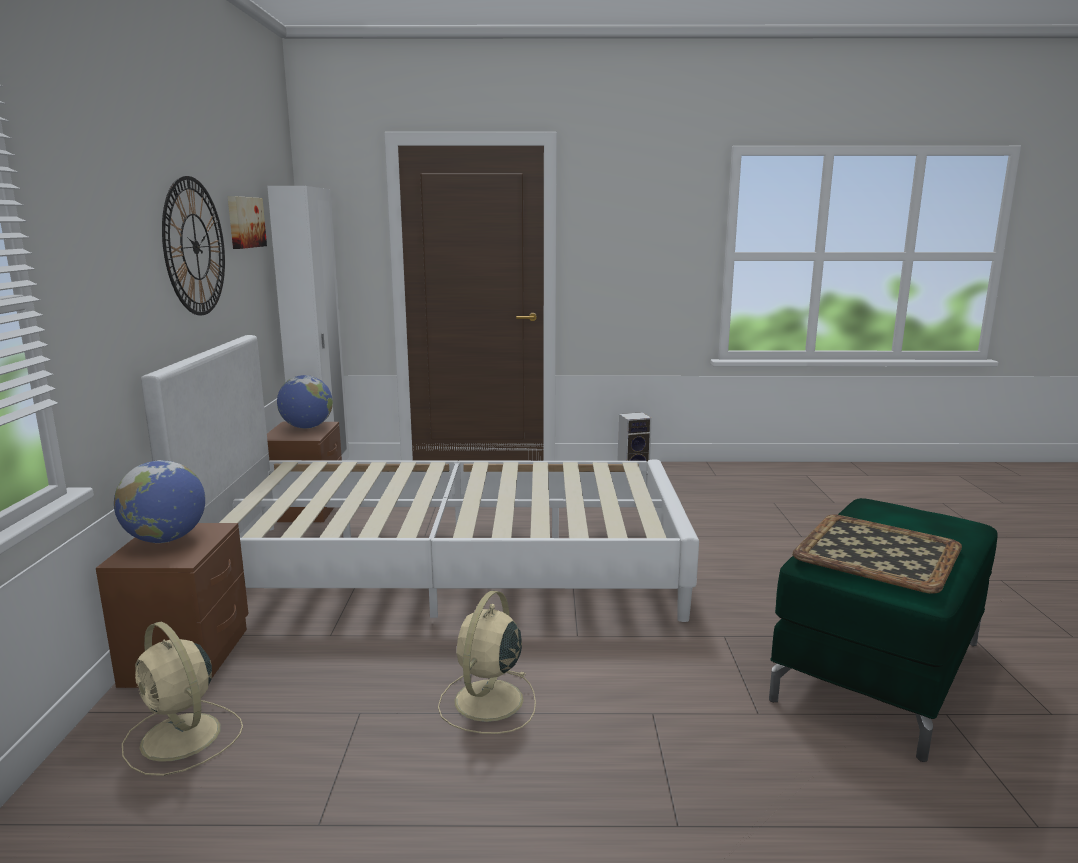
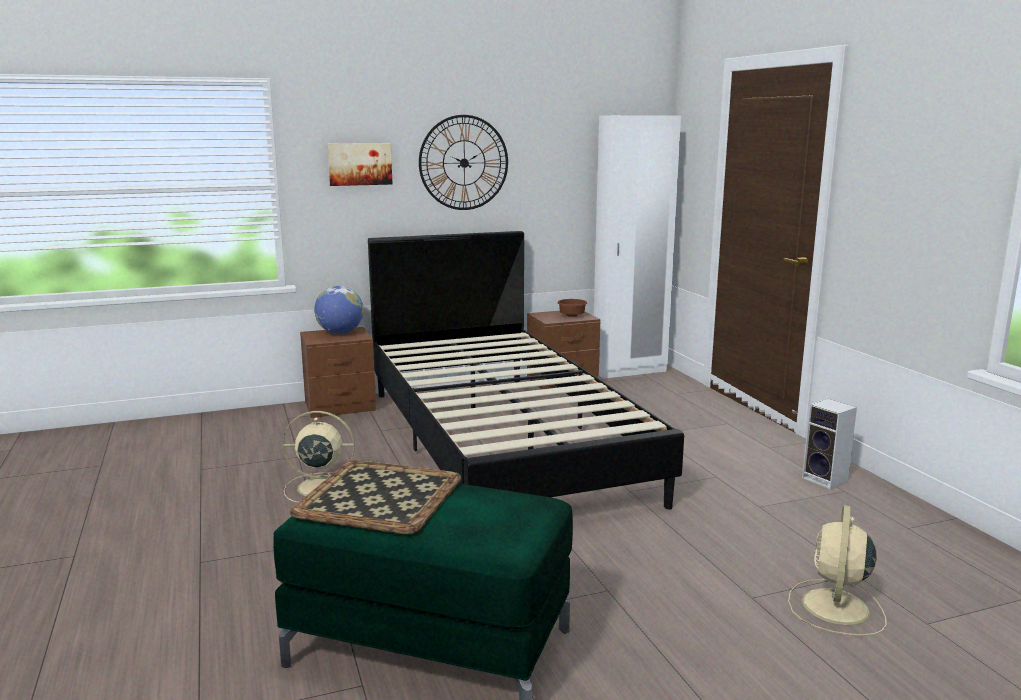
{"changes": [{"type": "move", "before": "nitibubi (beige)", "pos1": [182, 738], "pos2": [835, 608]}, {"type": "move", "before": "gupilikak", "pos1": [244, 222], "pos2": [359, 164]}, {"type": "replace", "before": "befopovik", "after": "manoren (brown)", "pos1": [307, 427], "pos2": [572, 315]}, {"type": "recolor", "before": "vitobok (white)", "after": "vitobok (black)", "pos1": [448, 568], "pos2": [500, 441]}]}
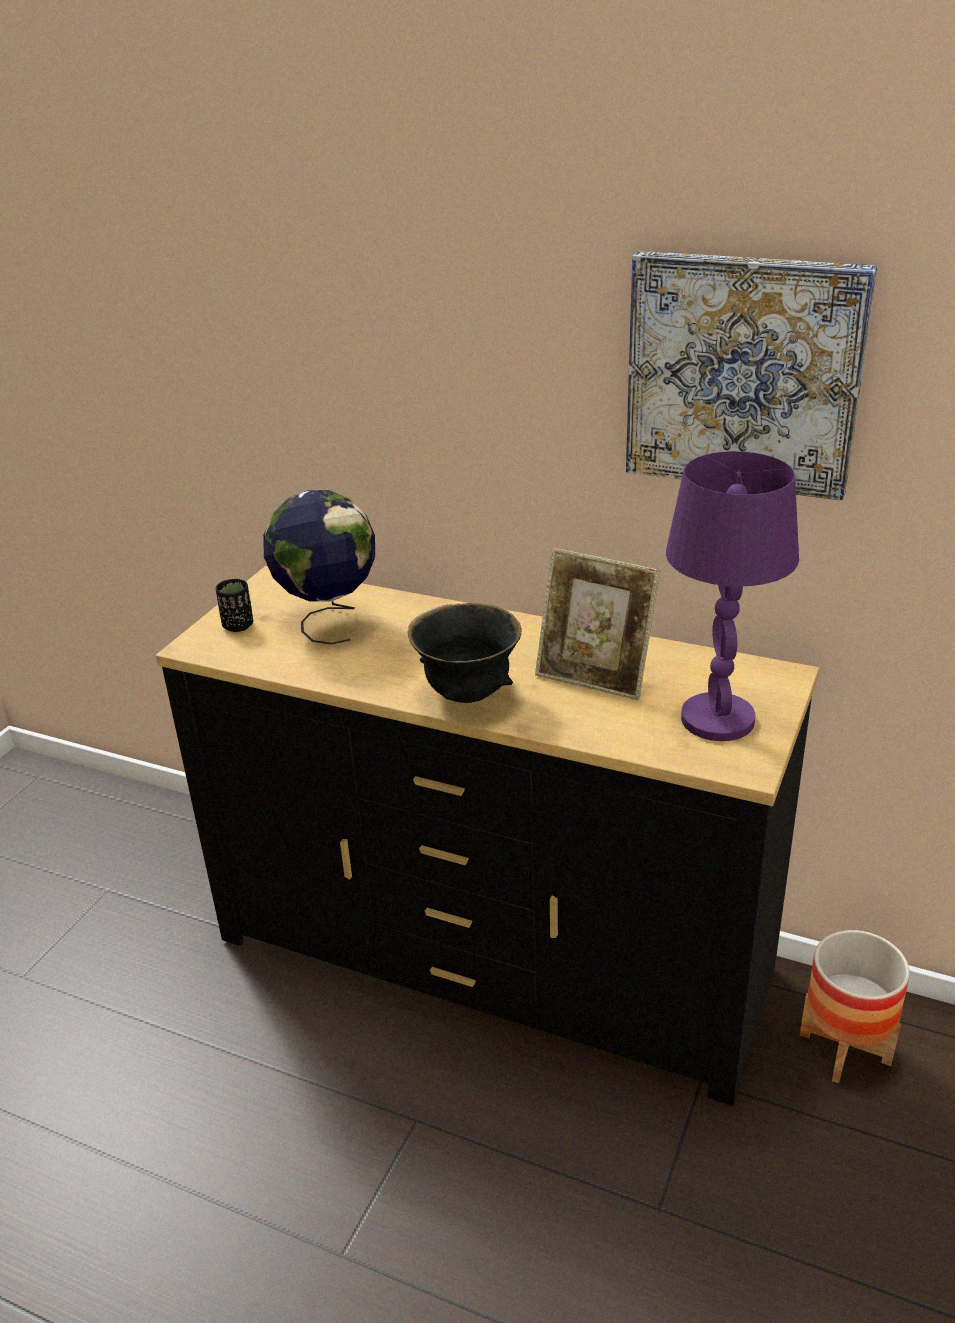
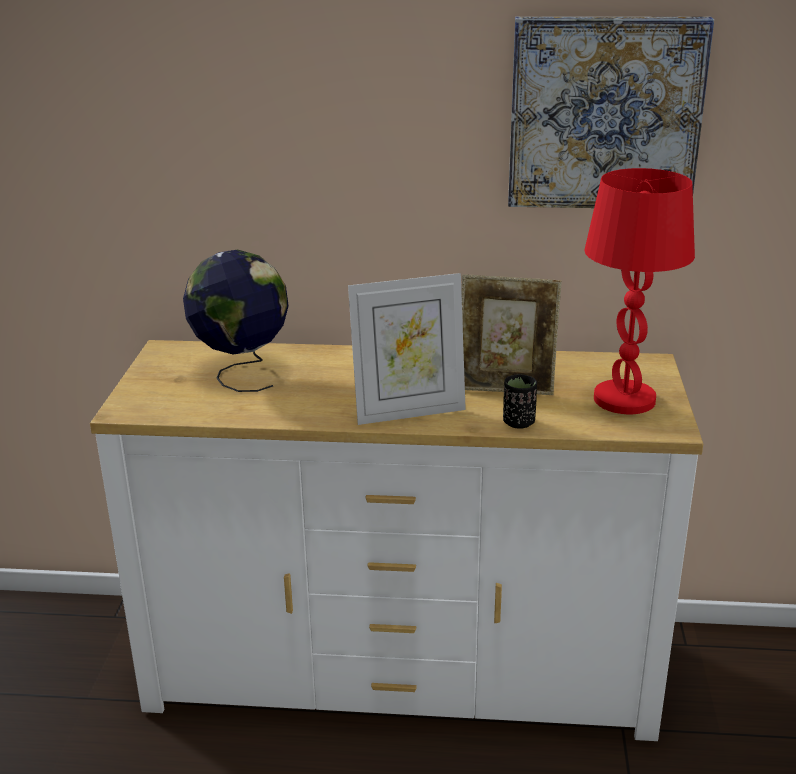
{"changes": [{"type": "delete", "before": "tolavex", "pos1": [844, 1048]}, {"type": "move", "before": "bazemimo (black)", "pos1": [238, 626], "pos2": [518, 422]}, {"type": "replace", "before": "manoren (black)", "after": "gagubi", "pos1": [468, 695], "pos2": [409, 411]}, {"type": "recolor", "before": "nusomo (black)", "after": "nusomo (white)", "pos1": [492, 953], "pos2": [401, 668]}, {"type": "recolor", "before": "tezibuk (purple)", "after": "tezibuk (red)", "pos1": [718, 720], "pos2": [625, 399]}]}
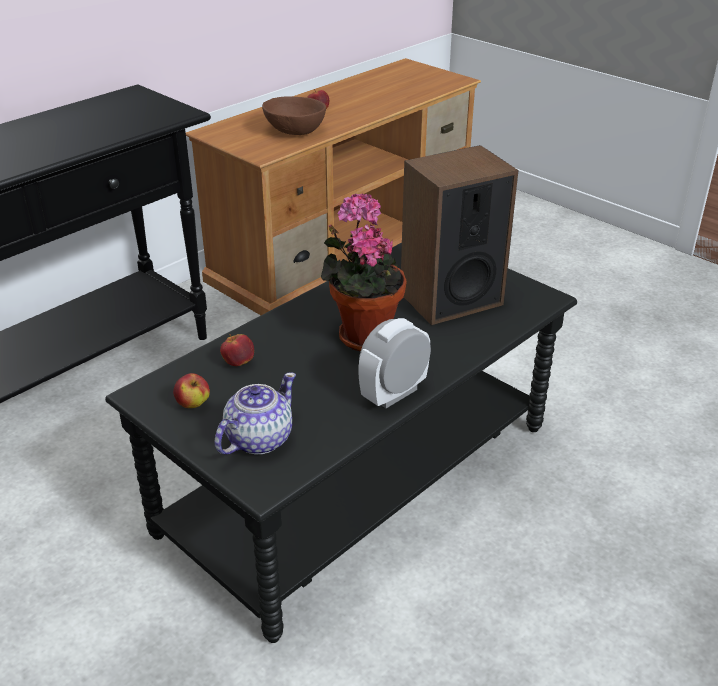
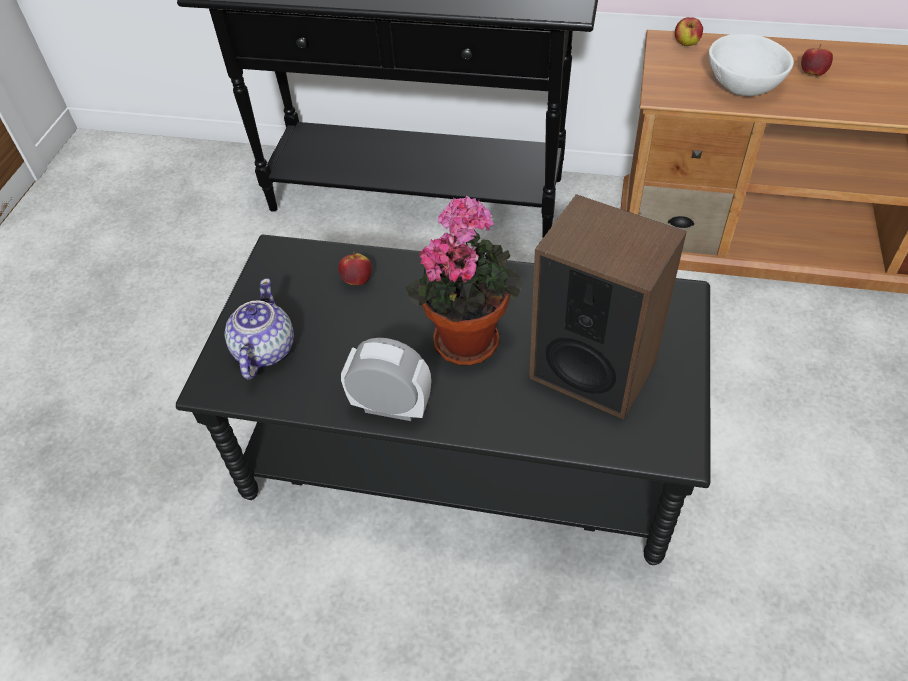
{"changes": [{"type": "move", "before": "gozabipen", "pos1": [193, 404], "pos2": [686, 44]}, {"type": "recolor", "before": "manoren (brown)", "after": "manoren (white)", "pos1": [295, 131], "pos2": [742, 85]}, {"type": "rotate", "before": "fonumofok", "pos1": [258, 439], "pos2": [264, 351], "turn": -90}]}
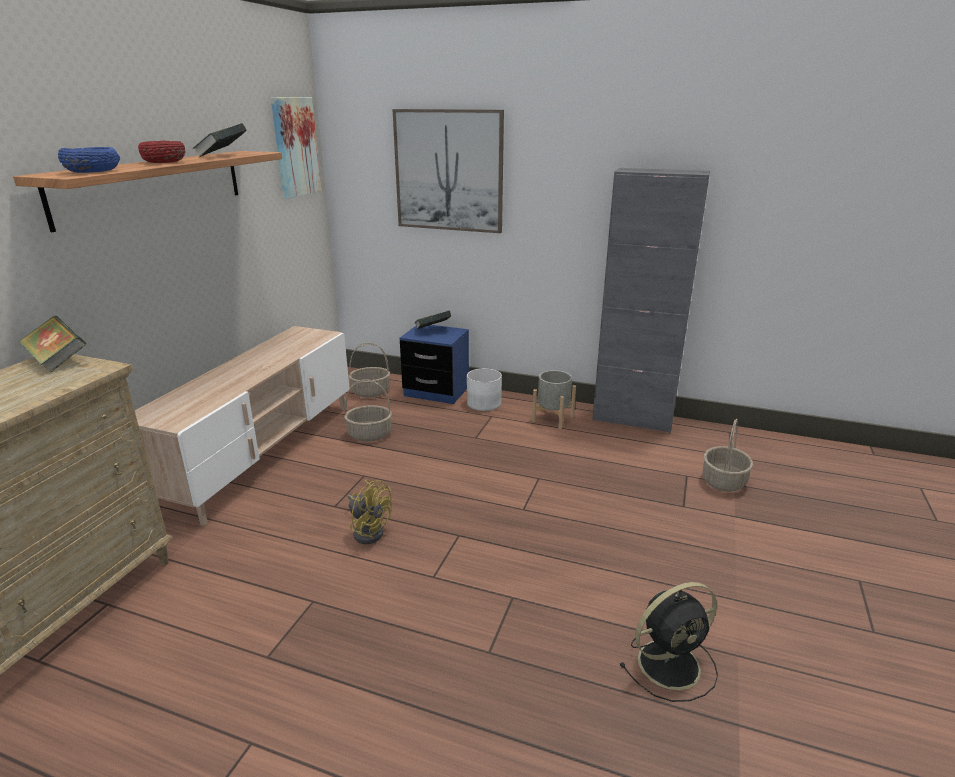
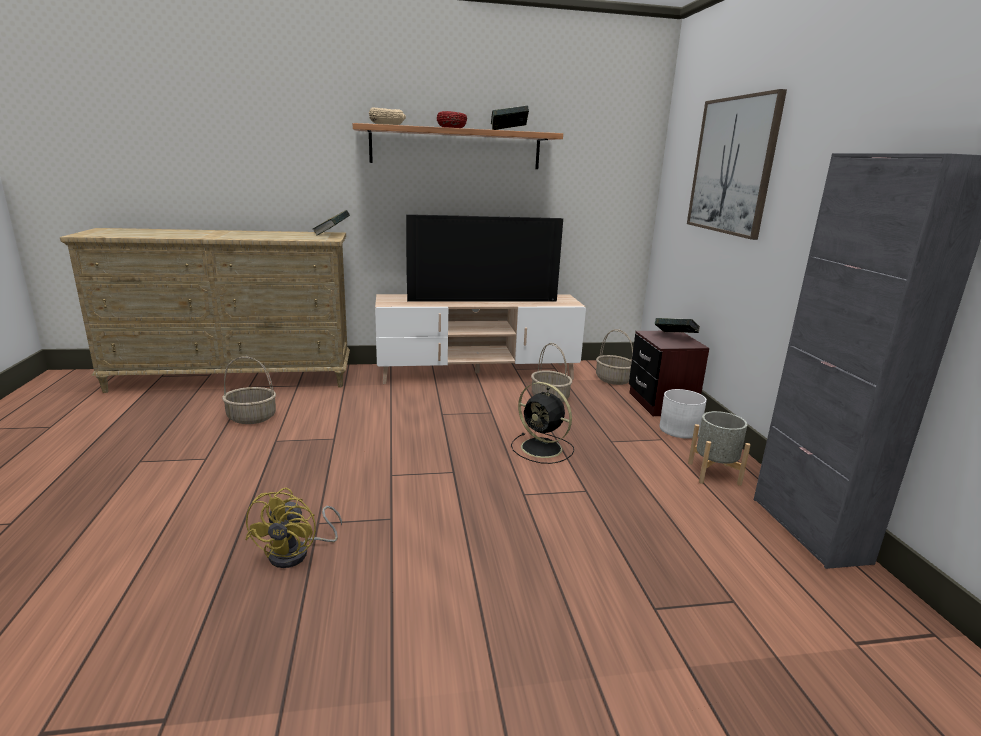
{"changes": [{"type": "delete", "before": "gupilikak", "pos1": [295, 147]}, {"type": "insert", "after": "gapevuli", "pos2": [482, 299]}, {"type": "move", "before": "nitibubi (yellow)", "pos1": [368, 530], "pos2": [297, 553]}, {"type": "move", "before": "nitibubi (black)", "pos1": [671, 663], "pos2": [543, 448]}, {"type": "move", "before": "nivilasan", "pos1": [724, 482], "pos2": [251, 418]}, {"type": "recolor", "before": "manoren (blue)", "after": "manoren (beige)", "pos1": [92, 171], "pos2": [386, 124]}, {"type": "recolor", "before": "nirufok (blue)", "after": "nirufok (brown)", "pos1": [436, 391], "pos2": [661, 403]}]}
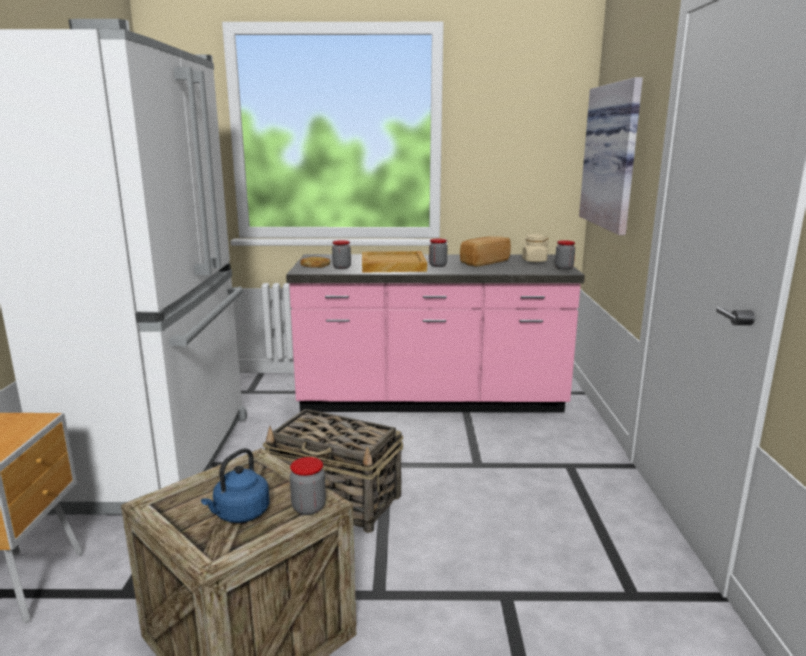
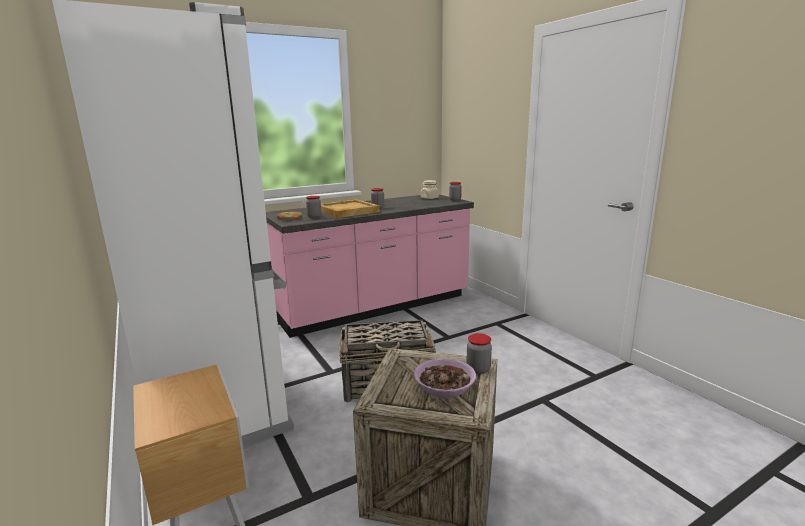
{"changes": [{"type": "delete", "before": "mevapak", "pos1": [483, 262]}, {"type": "delete", "before": "gupilikak", "pos1": [614, 156]}, {"type": "replace", "before": "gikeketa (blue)", "after": "manoren", "pos1": [240, 514], "pos2": [445, 387]}]}
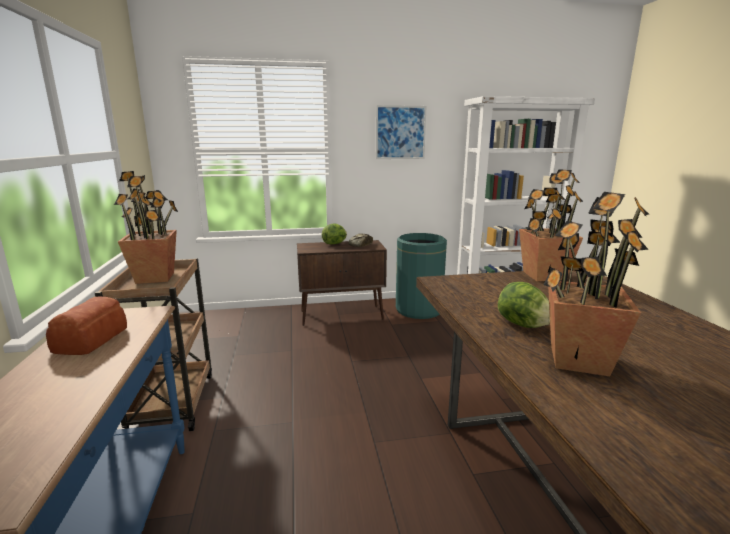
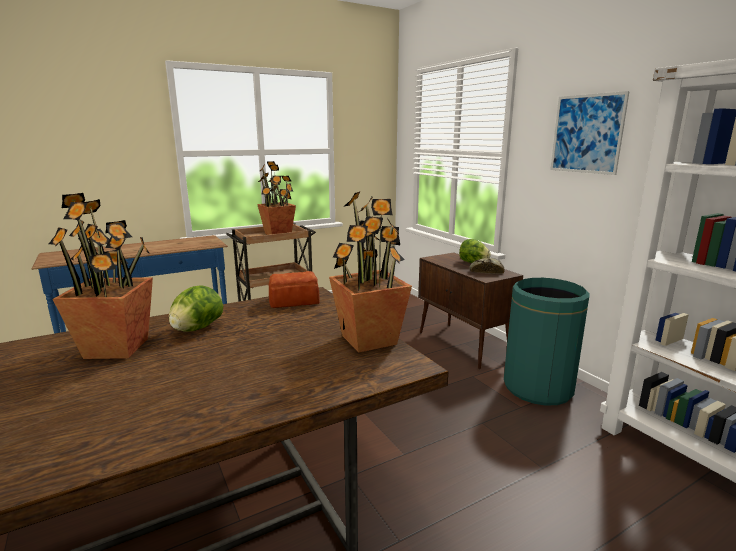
{"changes": [{"type": "move", "before": "mevapak", "pos1": [93, 339], "pos2": [295, 301]}]}
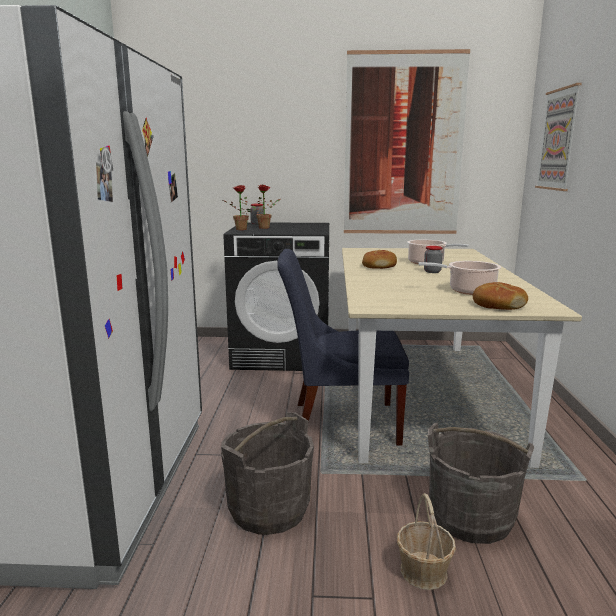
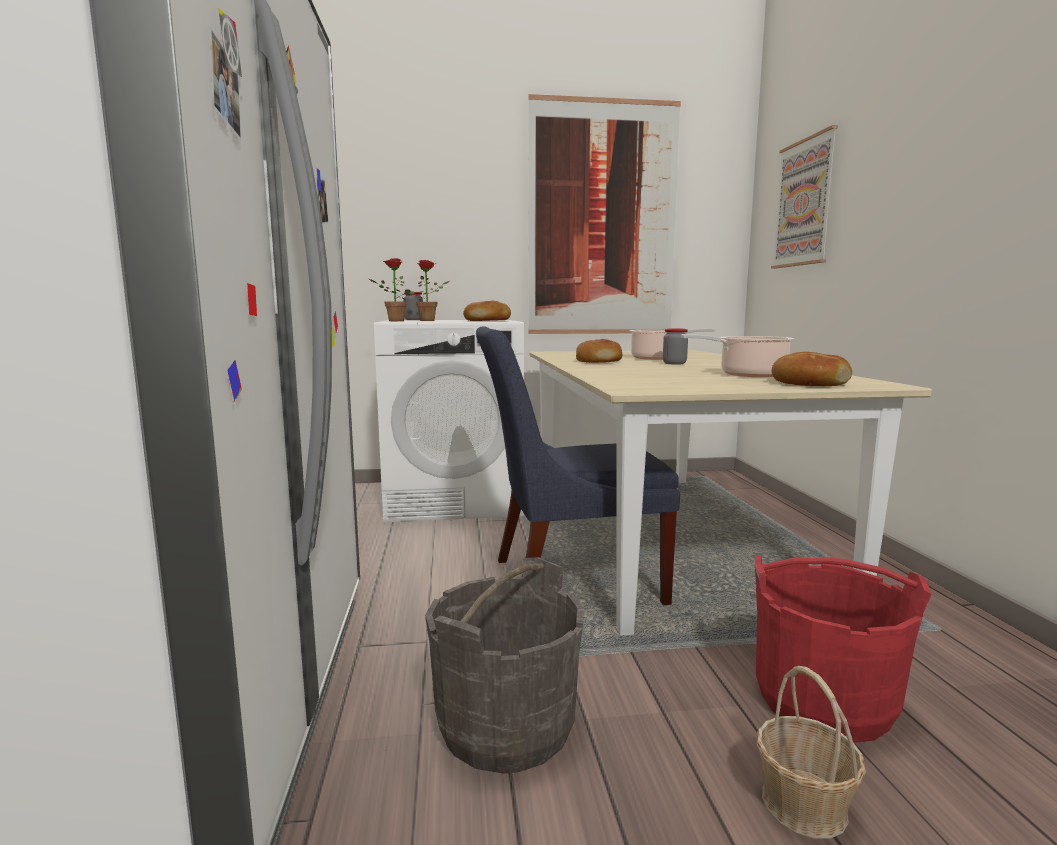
{"changes": [{"type": "insert", "after": "mevapak", "pos2": [488, 321]}, {"type": "recolor", "before": "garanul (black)", "after": "garanul (white)", "pos1": [283, 354], "pos2": [455, 499]}, {"type": "recolor", "before": "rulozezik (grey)", "after": "rulozezik (red)", "pos1": [470, 517], "pos2": [823, 701]}]}
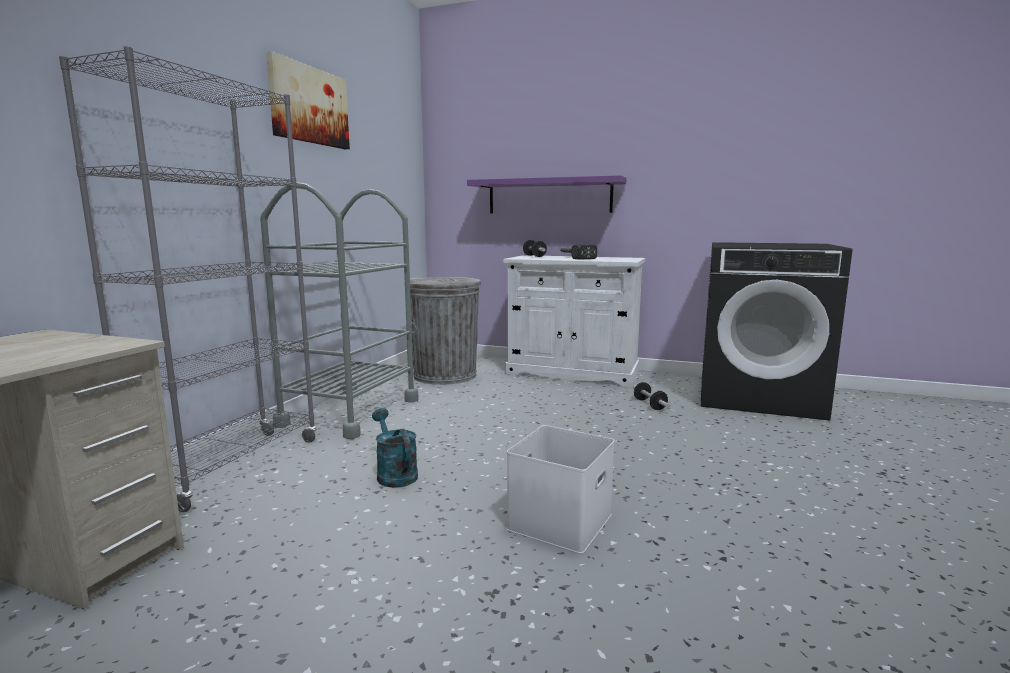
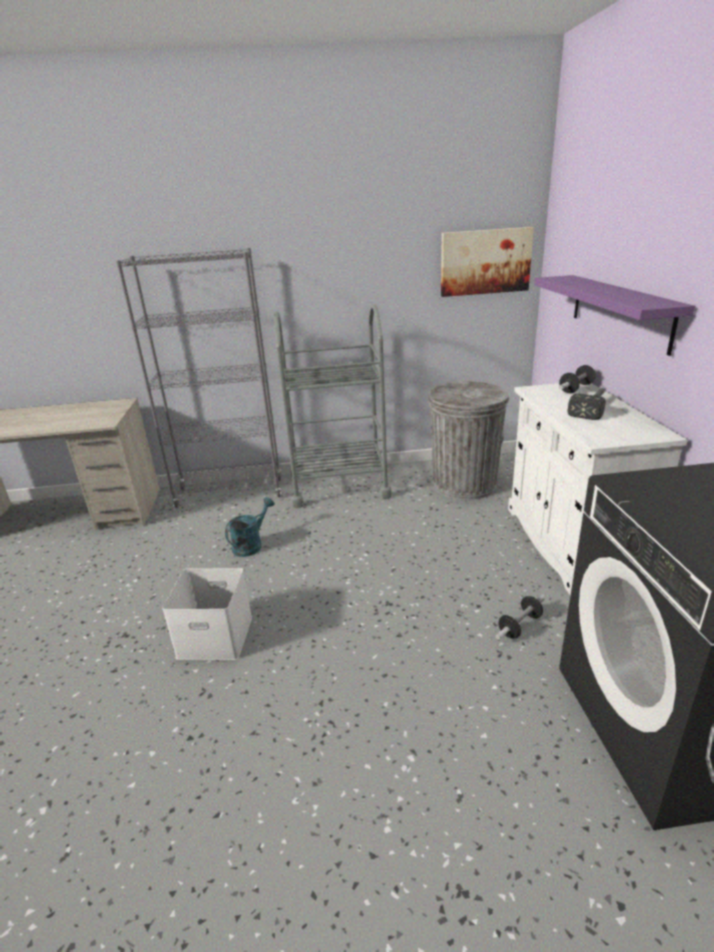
{"changes": [{"type": "move", "before": "gupilikak", "pos1": [309, 105], "pos2": [485, 262]}]}
